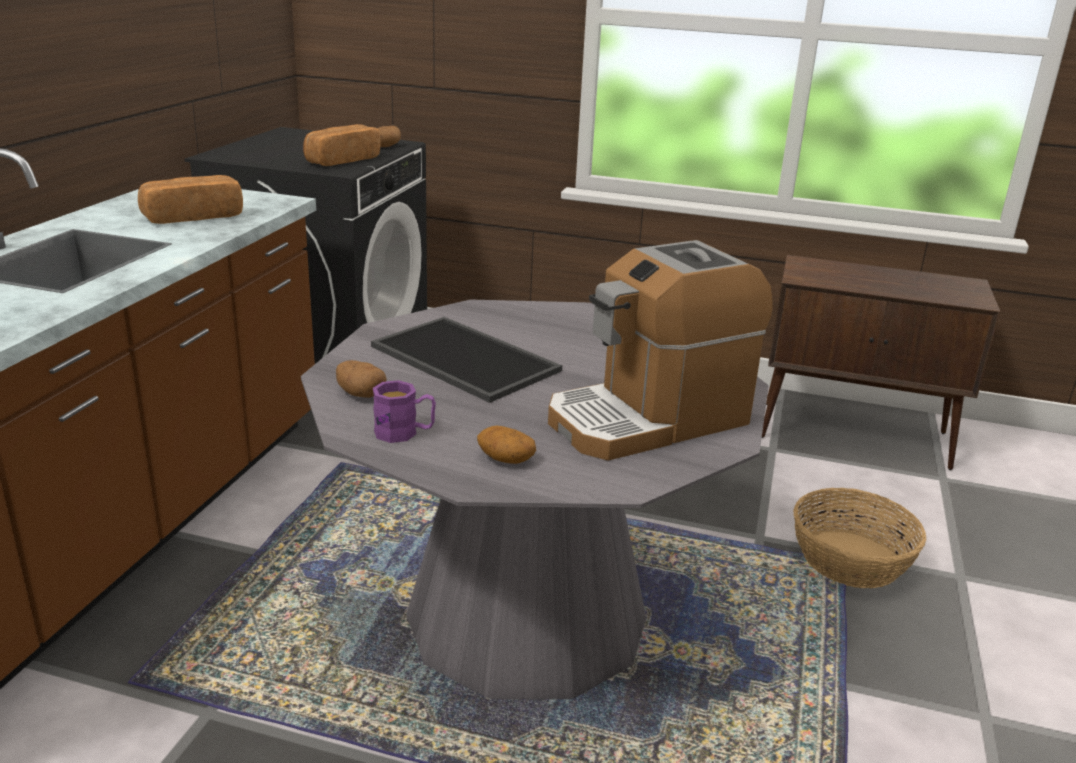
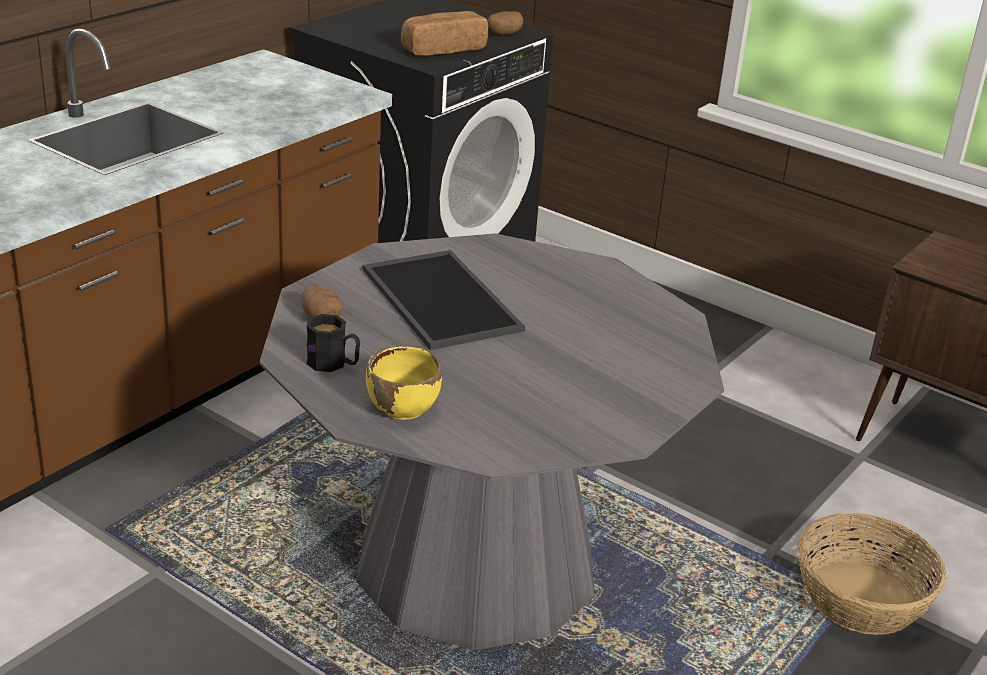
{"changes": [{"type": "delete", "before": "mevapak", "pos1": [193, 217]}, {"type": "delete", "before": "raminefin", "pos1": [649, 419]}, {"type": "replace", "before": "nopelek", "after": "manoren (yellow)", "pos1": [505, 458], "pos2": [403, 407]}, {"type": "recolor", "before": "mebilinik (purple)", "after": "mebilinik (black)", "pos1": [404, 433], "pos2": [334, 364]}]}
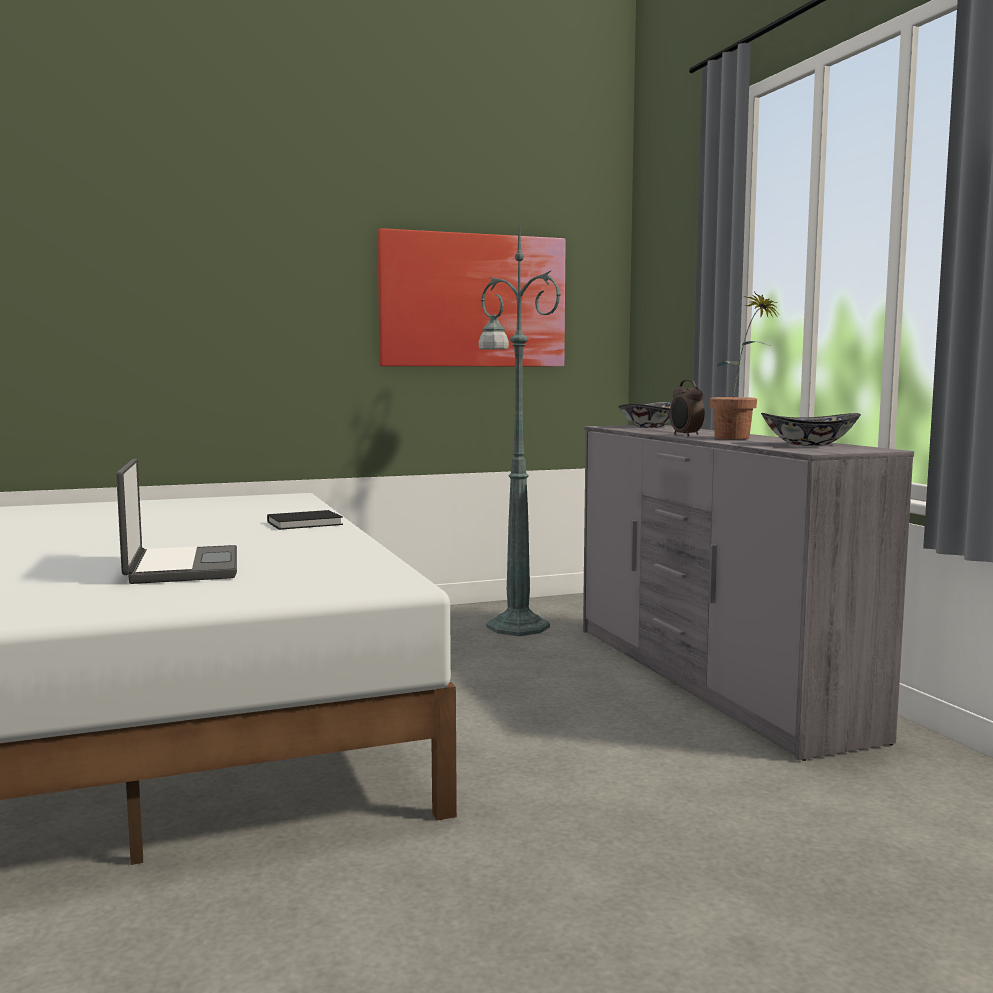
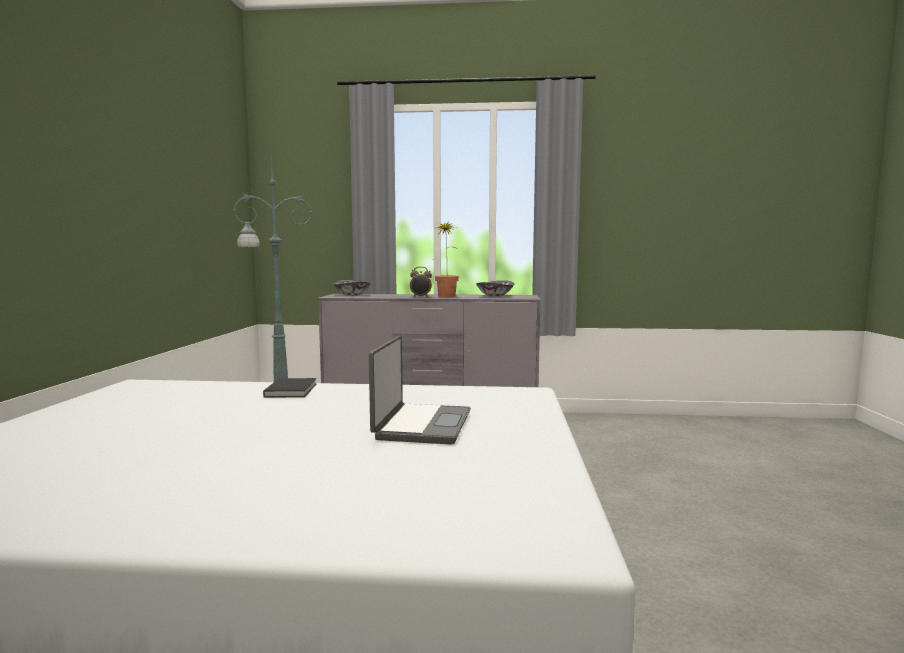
{"changes": [{"type": "delete", "before": "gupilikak", "pos1": [473, 301]}, {"type": "rotate", "before": "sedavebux", "pos1": [180, 567], "pos2": [421, 425], "turn": 90}]}
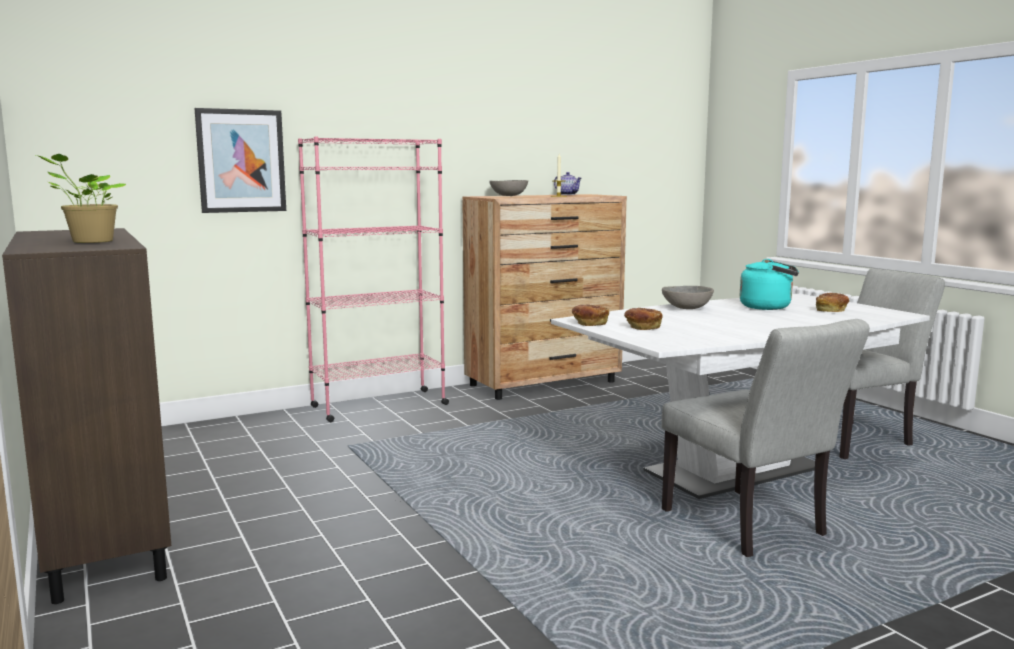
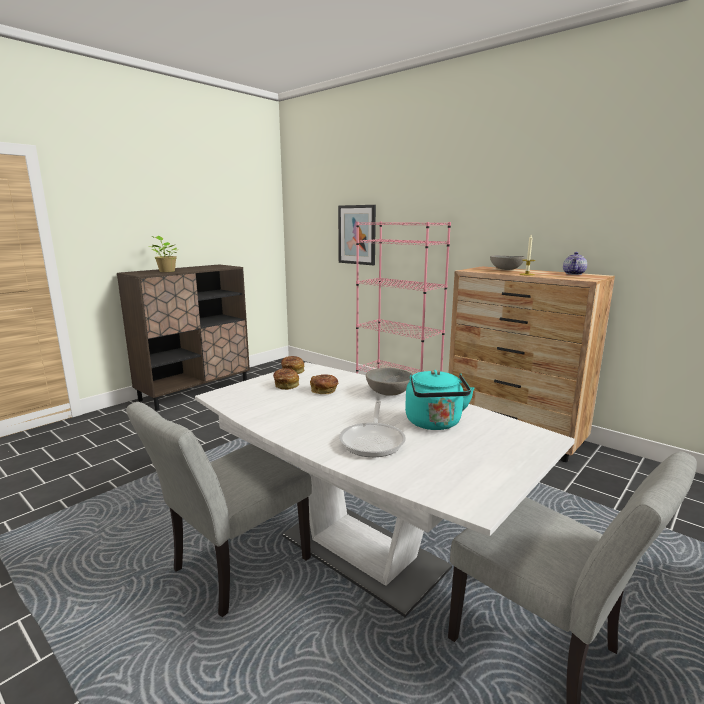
{"changes": [{"type": "insert", "after": "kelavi", "pos2": [373, 441]}, {"type": "move", "before": "mevapak", "pos1": [831, 311], "pos2": [324, 391]}]}
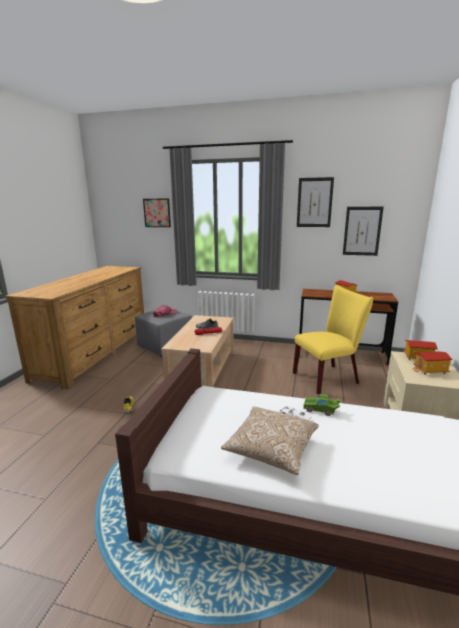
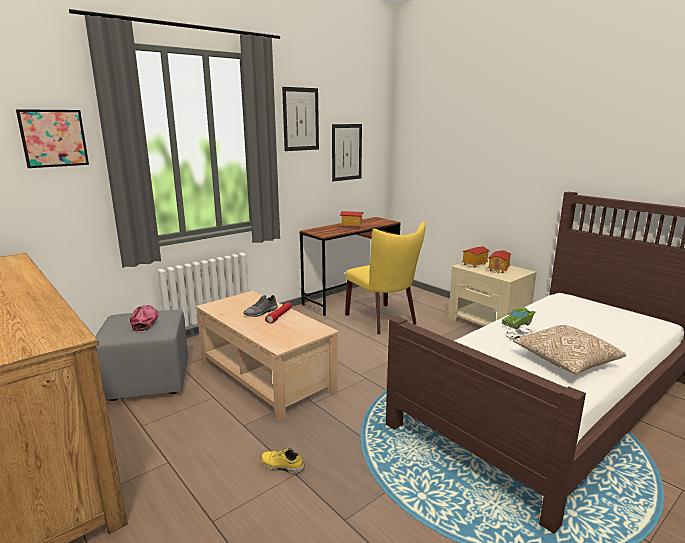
{"changes": [{"type": "rotate", "before": "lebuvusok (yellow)", "pos1": [329, 377], "pos2": [384, 320], "turn": 135}]}
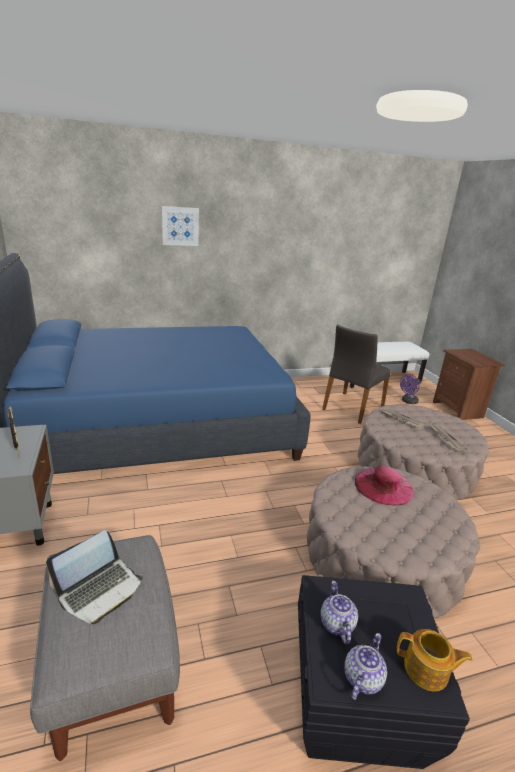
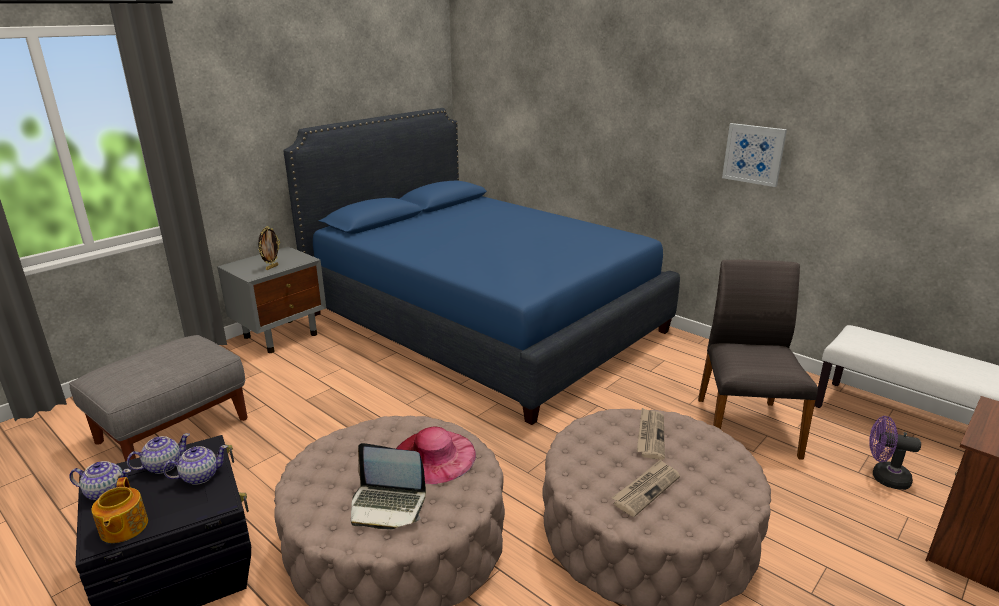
{"changes": [{"type": "insert", "after": "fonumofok", "pos2": [199, 476]}, {"type": "move", "before": "sedavebux", "pos1": [100, 590], "pos2": [387, 505]}, {"type": "move", "before": "gupilikak", "pos1": [180, 226], "pos2": [754, 154]}, {"type": "rotate", "before": "lebuvusok (grey)", "pos1": [352, 408], "pos2": [744, 426], "turn": 90}]}
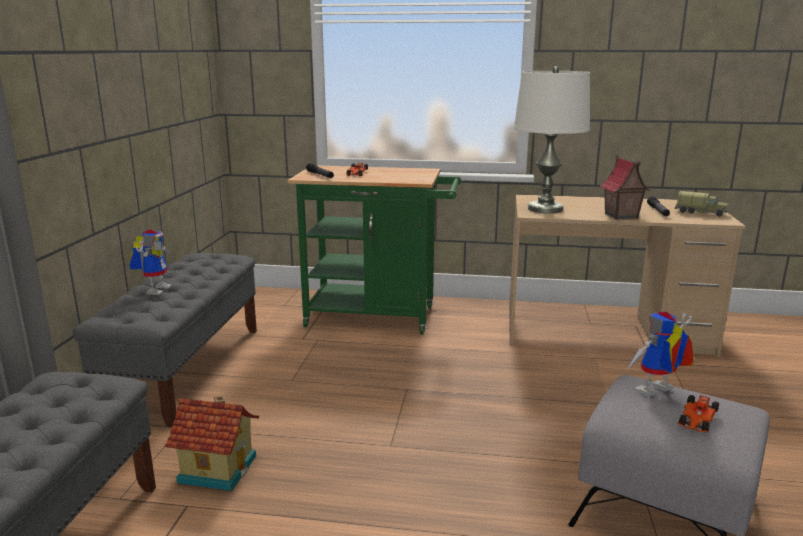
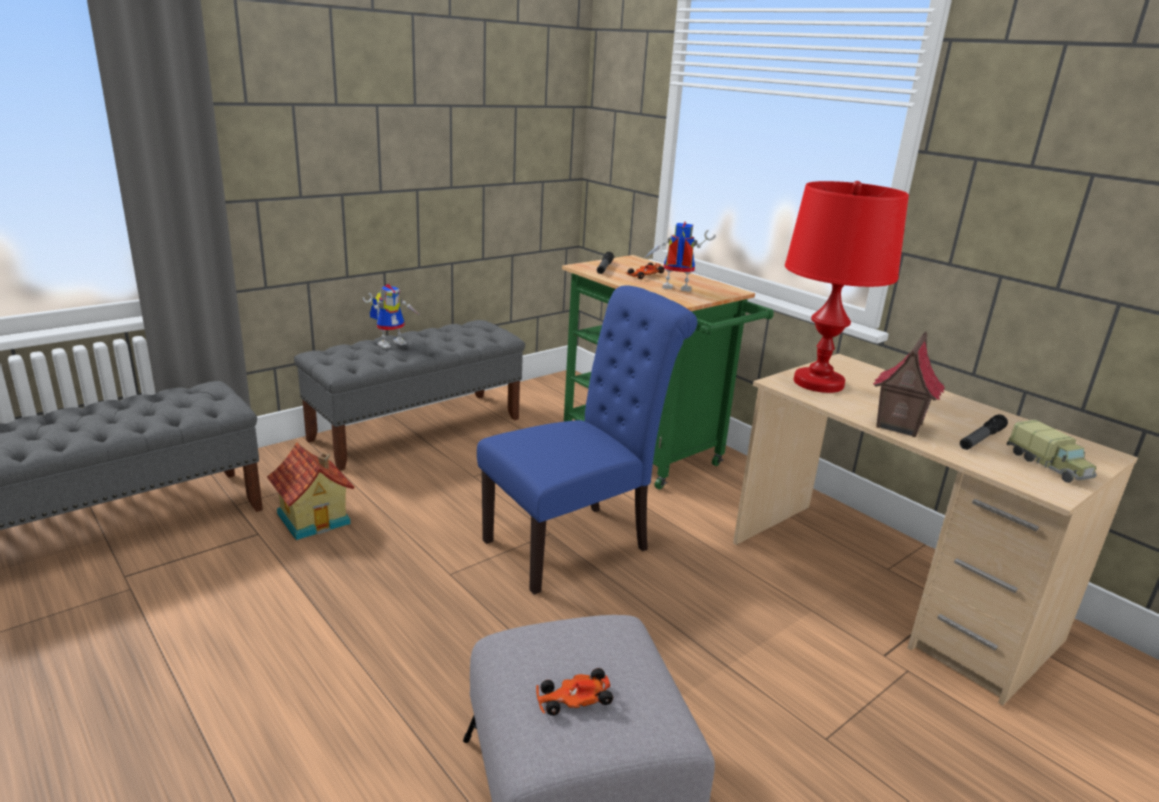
{"changes": [{"type": "insert", "after": "lebuvusok (blue)", "pos2": [575, 543]}, {"type": "move", "before": "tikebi", "pos1": [656, 393], "pos2": [673, 289]}, {"type": "recolor", "before": "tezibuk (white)", "after": "tezibuk (red)", "pos1": [545, 209], "pos2": [818, 382]}]}
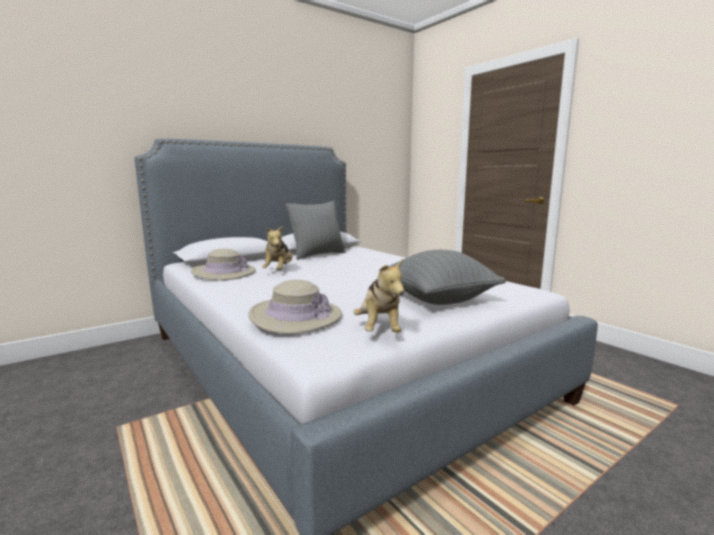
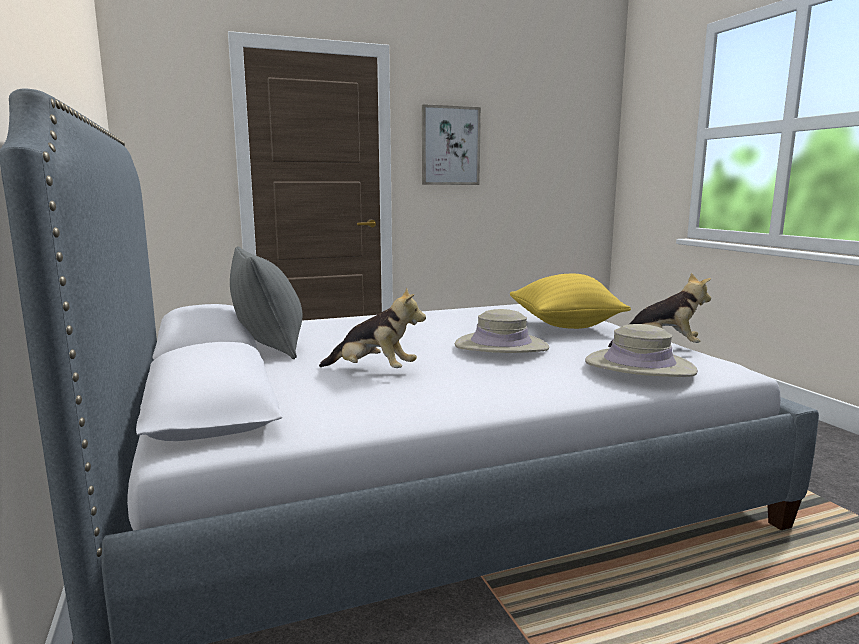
{"changes": [{"type": "insert", "after": "gupilikak", "pos2": [450, 146]}, {"type": "move", "before": "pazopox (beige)", "pos1": [224, 273], "pos2": [501, 346]}, {"type": "recolor", "before": "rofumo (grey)", "after": "rofumo (yellow)", "pos1": [438, 300], "pos2": [565, 326]}]}
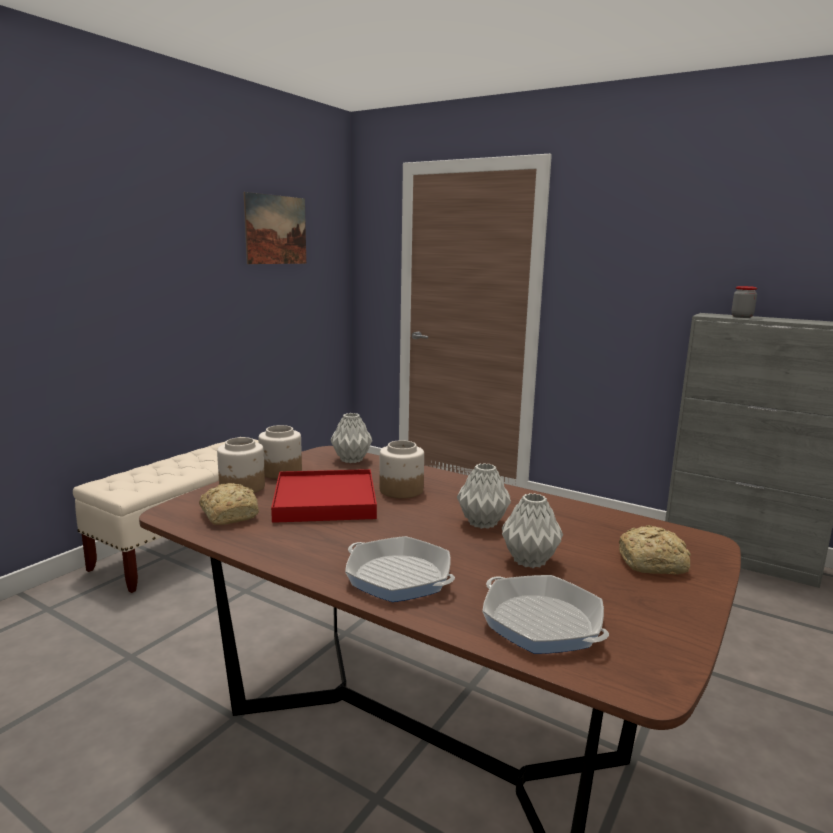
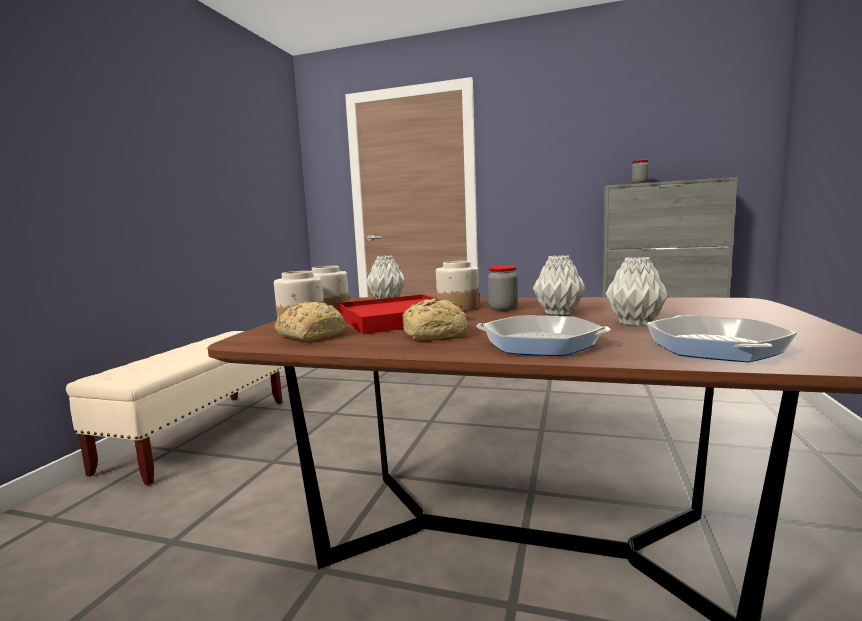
{"changes": [{"type": "delete", "before": "gupilikak", "pos1": [276, 230]}, {"type": "insert", "after": "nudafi", "pos2": [503, 309]}, {"type": "move", "before": "mevapak", "pos1": [654, 564], "pos2": [436, 334]}, {"type": "rotate", "before": "kelavi", "pos1": [542, 622], "pos2": [715, 347], "turn": -120}]}
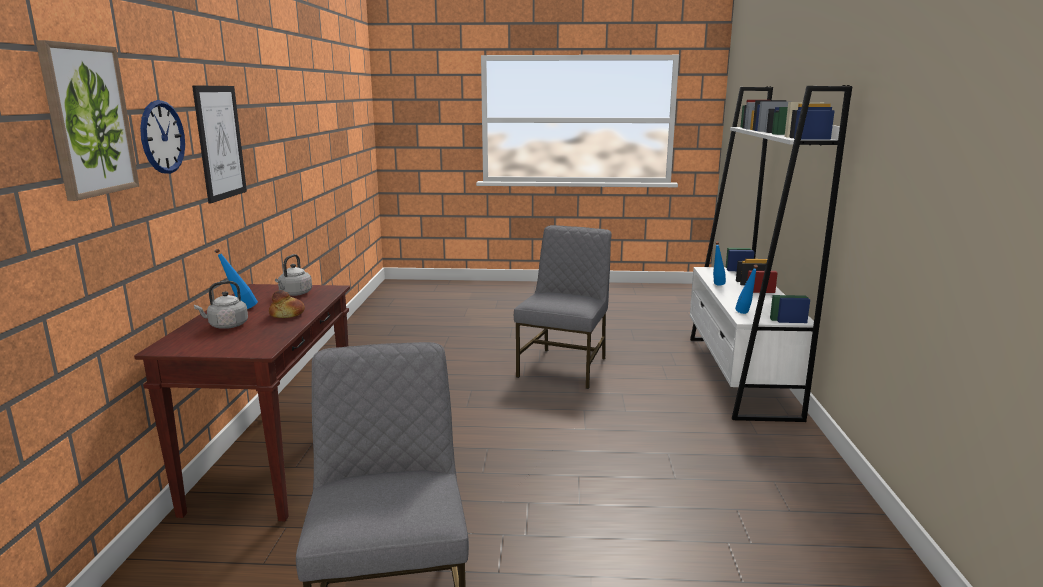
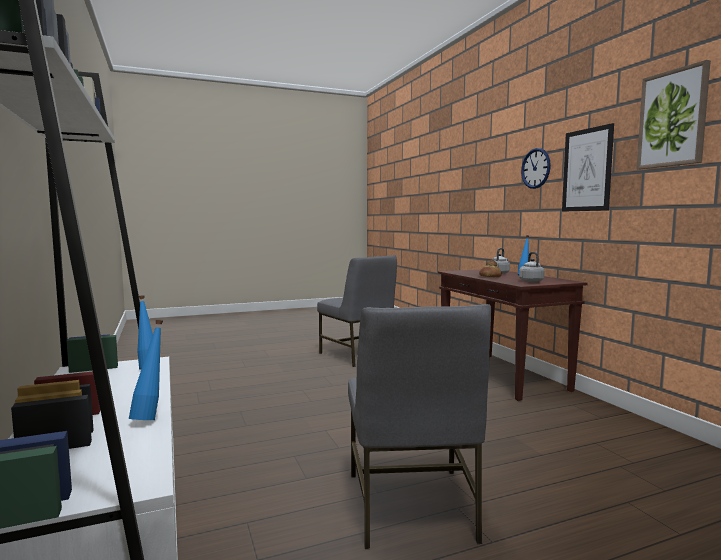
{"changes": [{"type": "move", "before": "gupilikak", "pos1": [88, 120], "pos2": [672, 118]}]}
